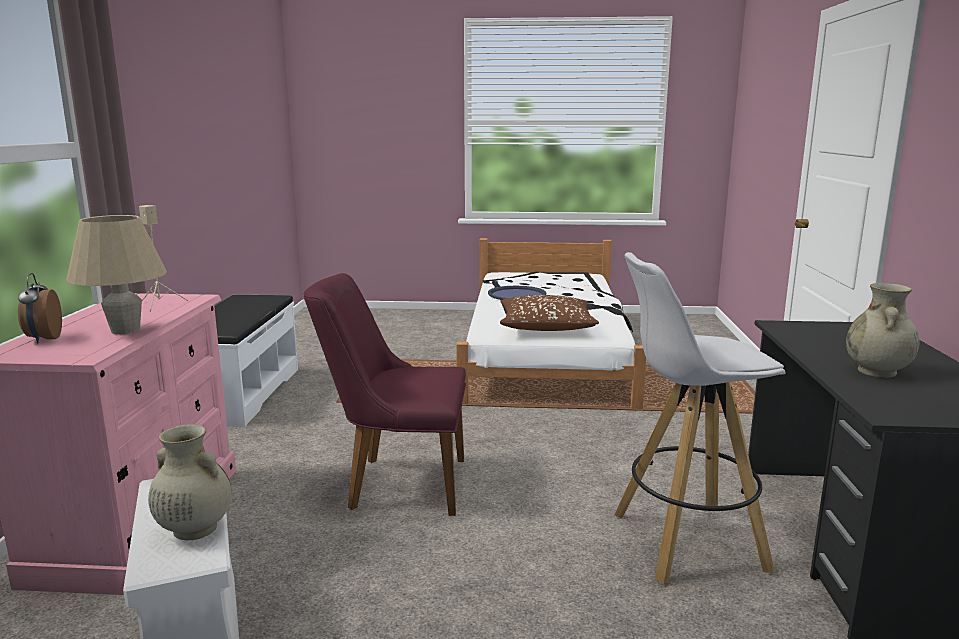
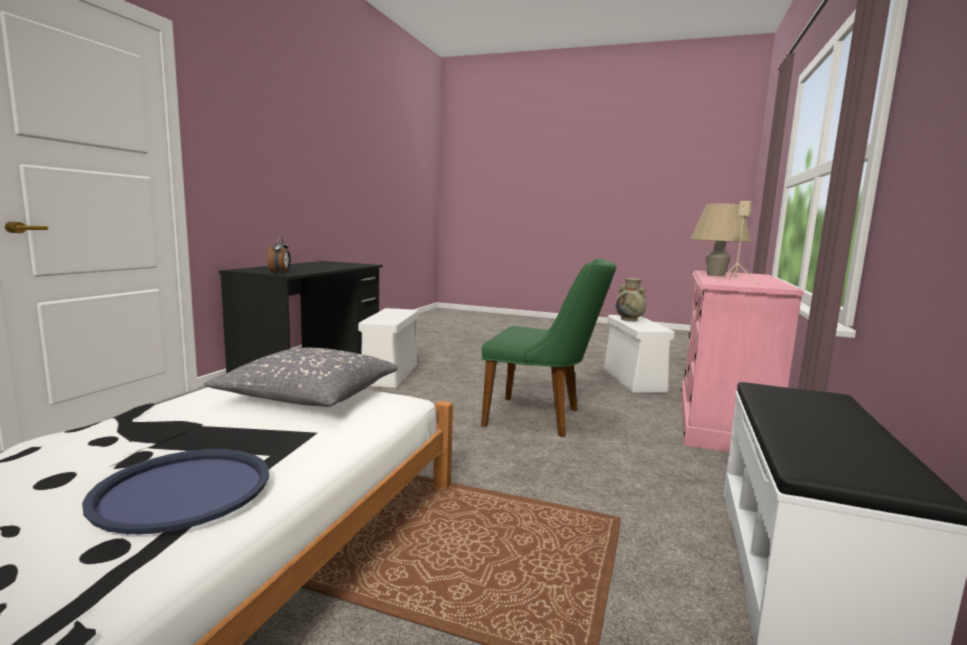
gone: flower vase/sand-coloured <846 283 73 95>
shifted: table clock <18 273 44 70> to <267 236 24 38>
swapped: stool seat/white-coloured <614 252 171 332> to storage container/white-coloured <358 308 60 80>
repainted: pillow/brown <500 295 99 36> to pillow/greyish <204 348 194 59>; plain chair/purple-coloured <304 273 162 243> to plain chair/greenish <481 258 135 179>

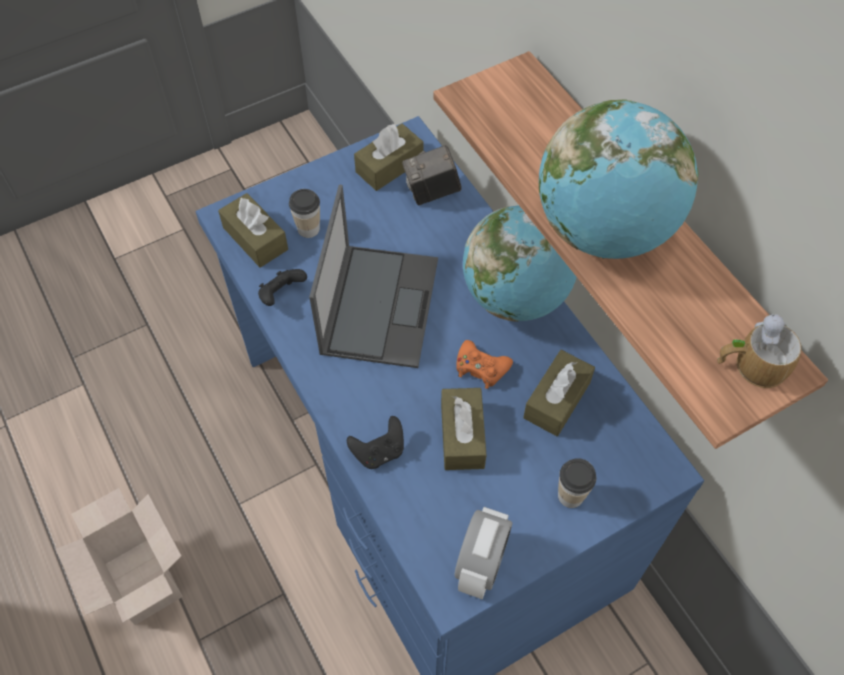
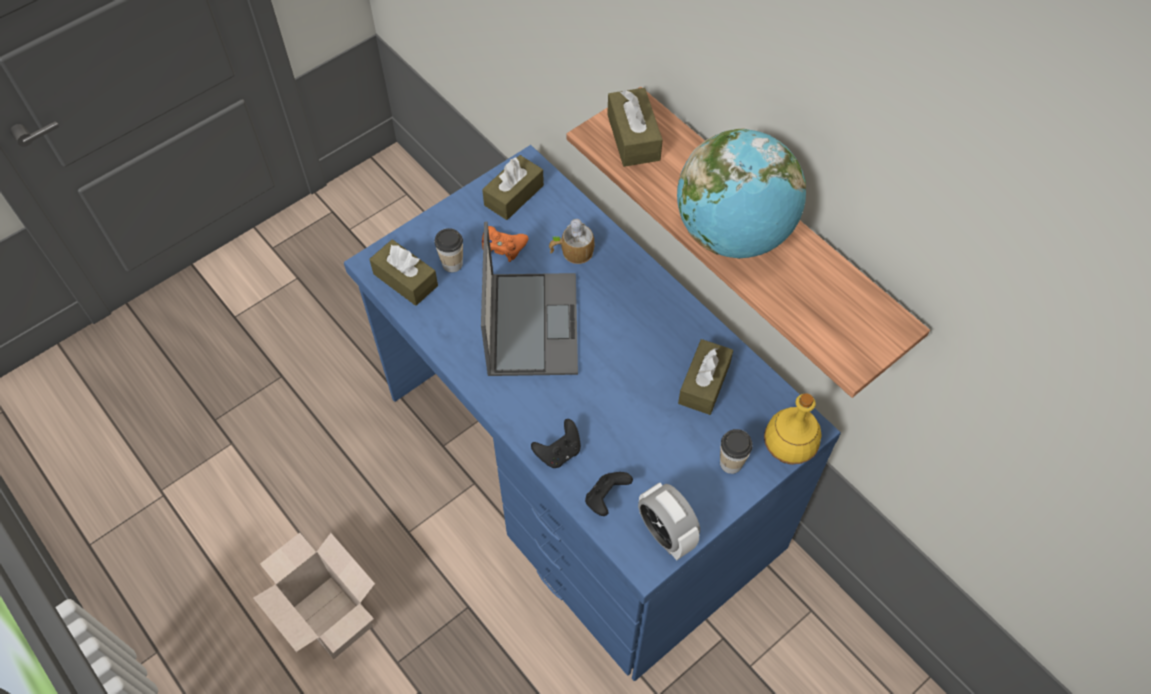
gone: still camera <402 145 60 60>; globe <463 206 114 116>
new: drink bottle/yellow-coloured <764 393 57 71>
shifted: joypad/orange-coloured <456 340 57 49> to <482 226 46 36>; tea mug <717 314 84 74> to <549 219 46 45>; joypad/black-coloured <258 269 49 37> to <585 472 48 44>; box of tissues/brown <441 388 45 82> to <607 88 56 79>
rotated: table clock <455 507 57 93> = <638 483 62 77> 135 degrees clockwise

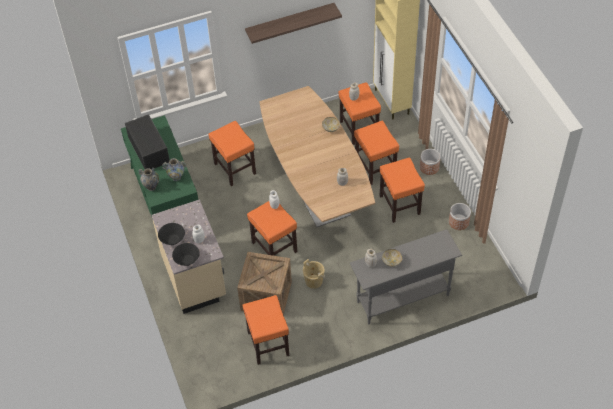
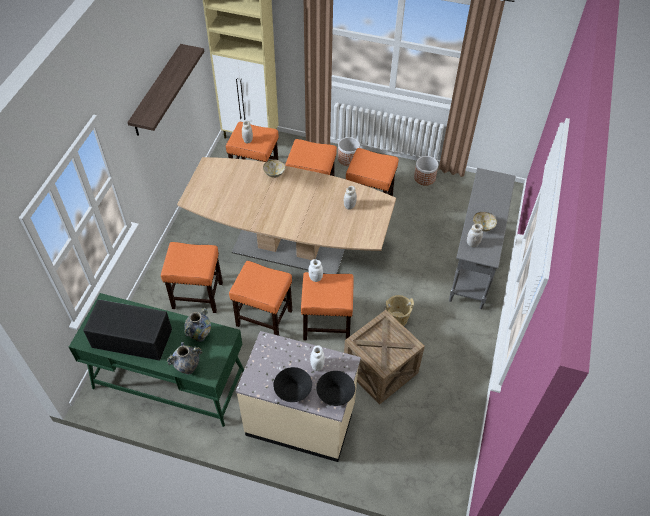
shifted: stool seat/orange-coloured <242 295 47 70> to <229 261 63 75>

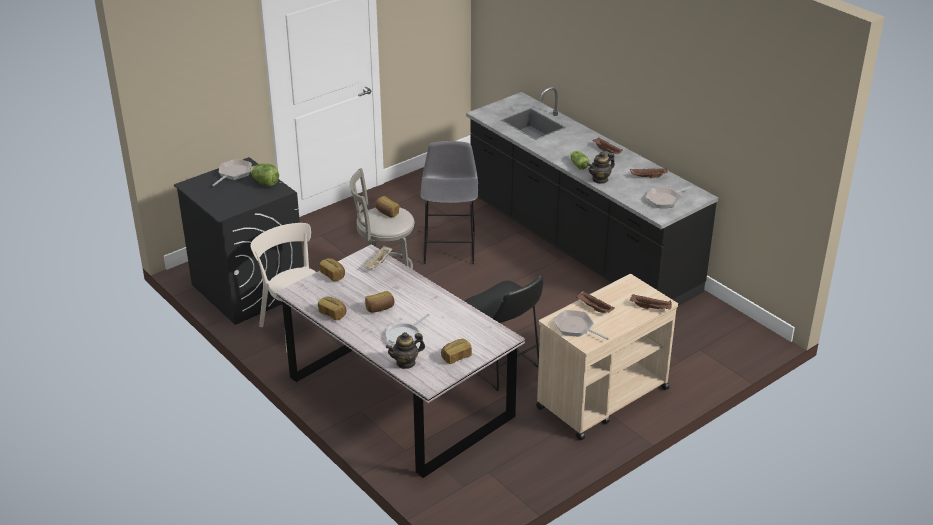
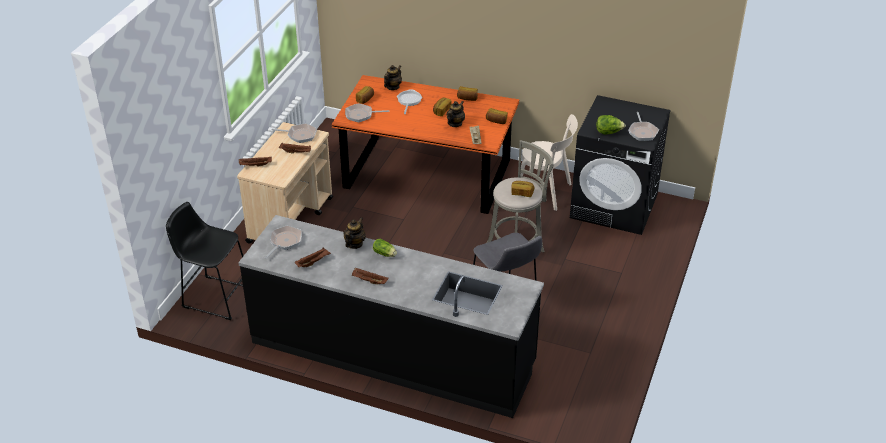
new: frying pan <345 103 44 19>; teapot <446 101 19 26>
shifted: stool seat/black-coloured <465 276 79 115> to <166 202 77 118>
repainted: dining table/greyish <276 244 249 234> to dining table/orange-coloured <332 75 187 139>

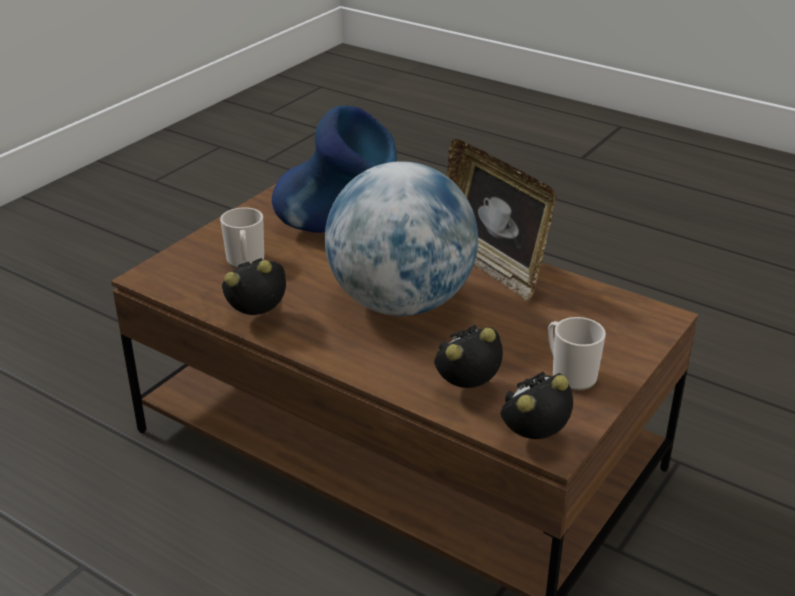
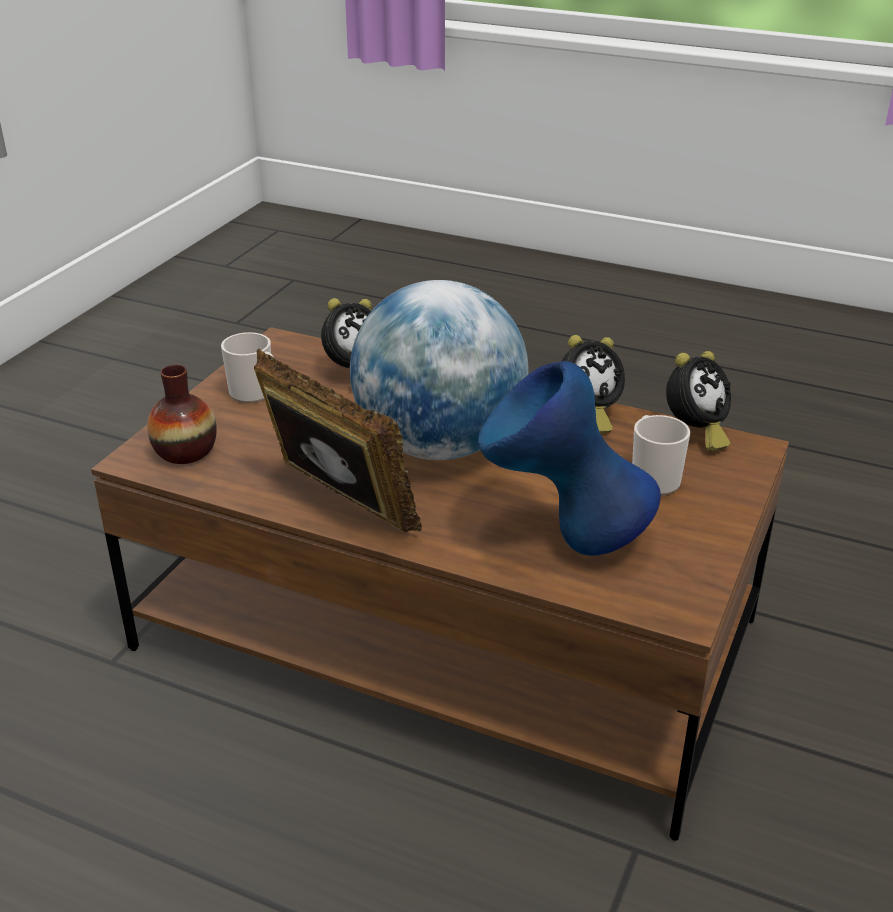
new: flower vase <147 364 70 100>
shifted: table clock <500 371 73 68> to <666 351 65 100>

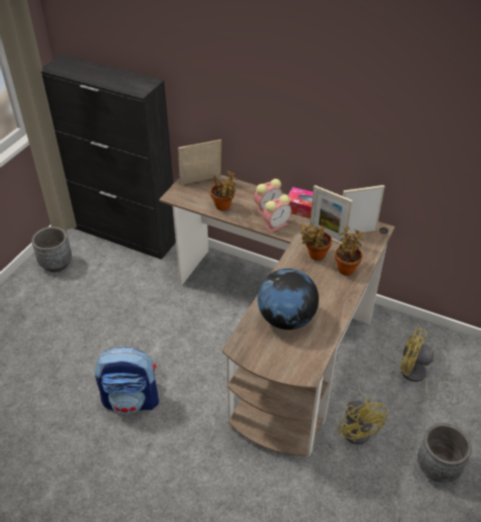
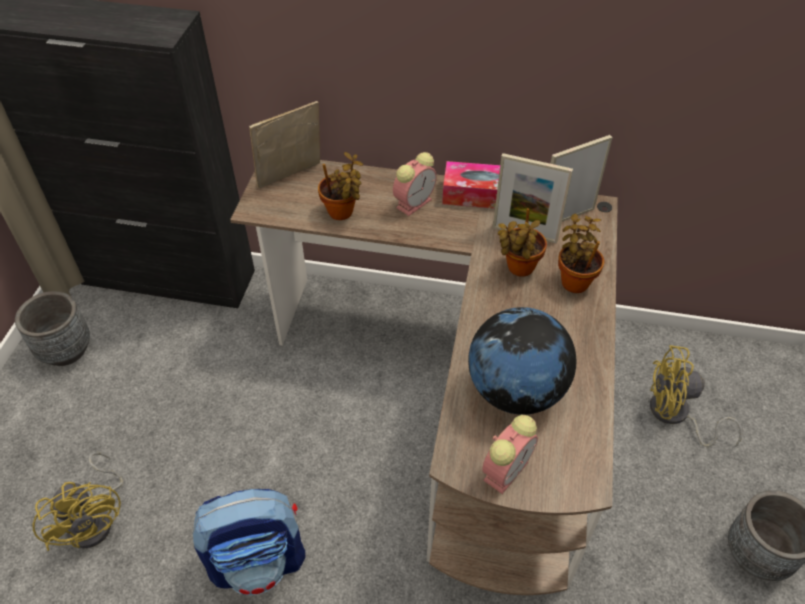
shifted: fan/yellow-coloured <338 385 50 59> to <32 452 92 99>; table clock <263 195 28 37> to <482 415 56 79>

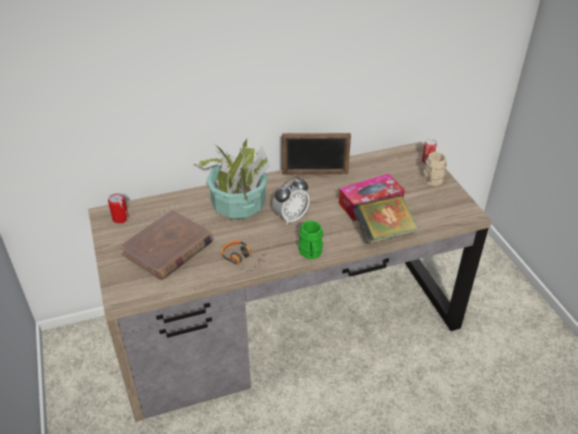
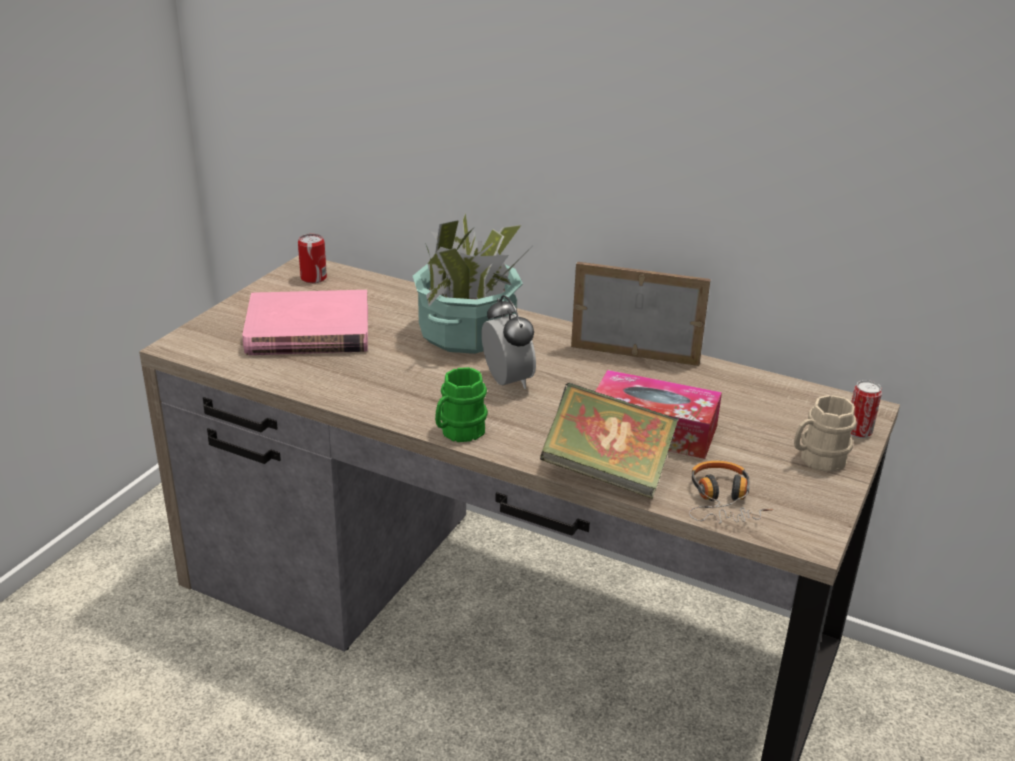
shifted: headset <221 241 46 36> to <689 461 84 62>
repainted: book/brown <120 210 94 70> to book/pink-coloured <242 290 126 65>
rotated: table clock <272 177 38 48> = <481 295 55 94> 120 degrees counterclockwise; standing frame <282 133 69 42> = <571 262 140 104> 150 degrees clockwise

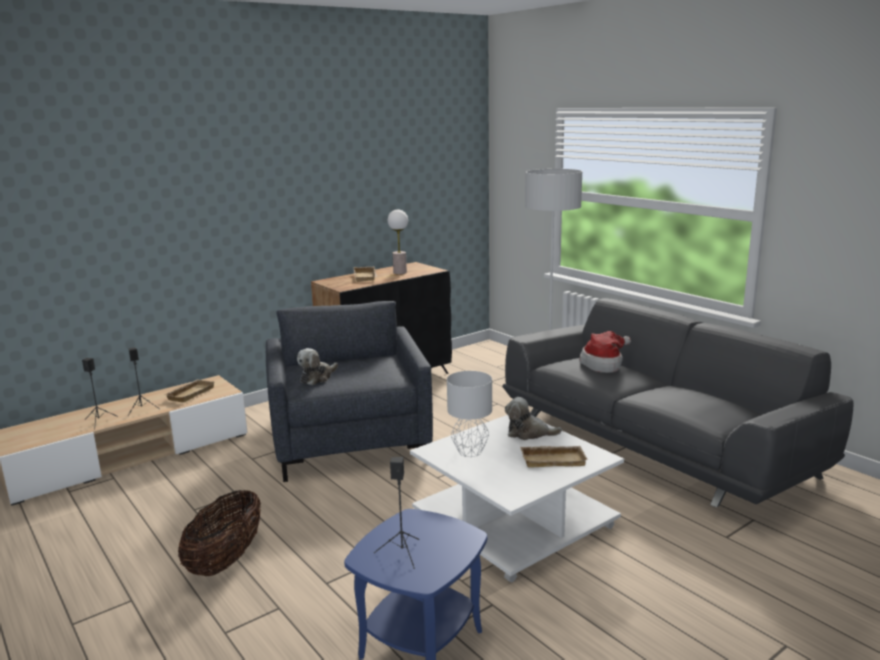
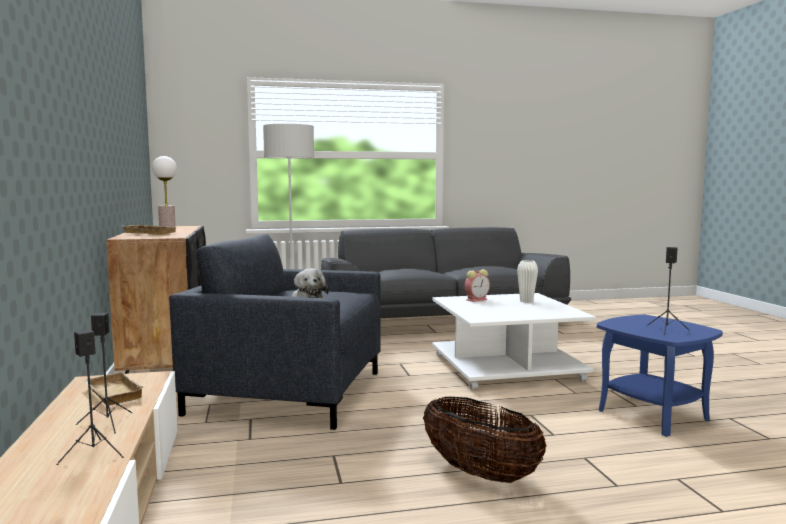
gone: lamp for a table/greyish <447 371 45 86>; clothing hat <579 331 52 42>
swapped: plush toy <505 397 57 43> to table clock <465 269 25 33>; tray/sand-coloured <521 446 67 22> to flower vase/white-coloured <517 260 21 43>

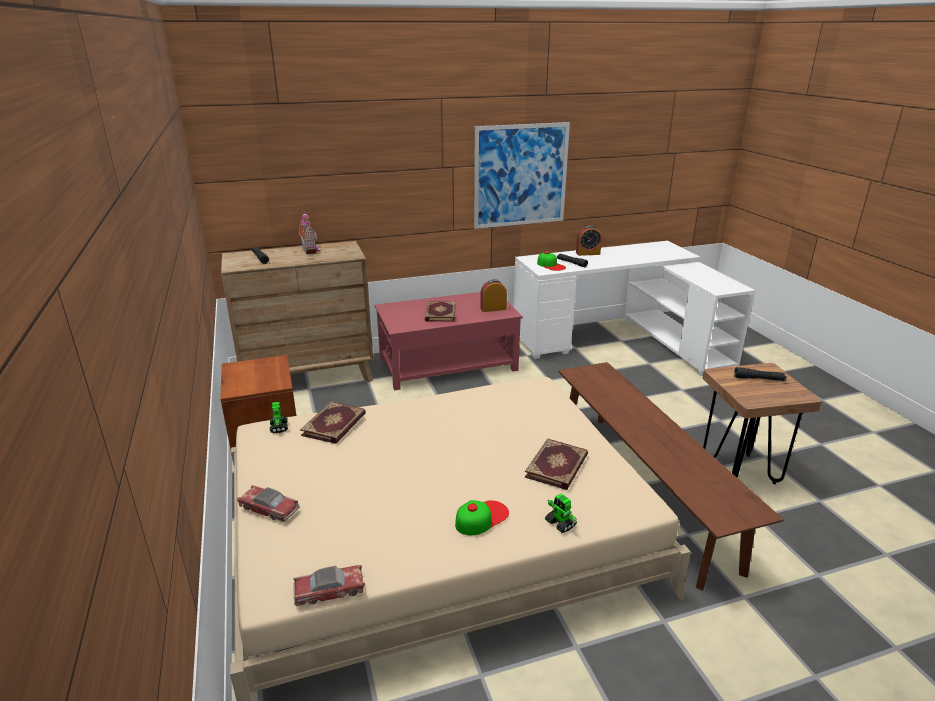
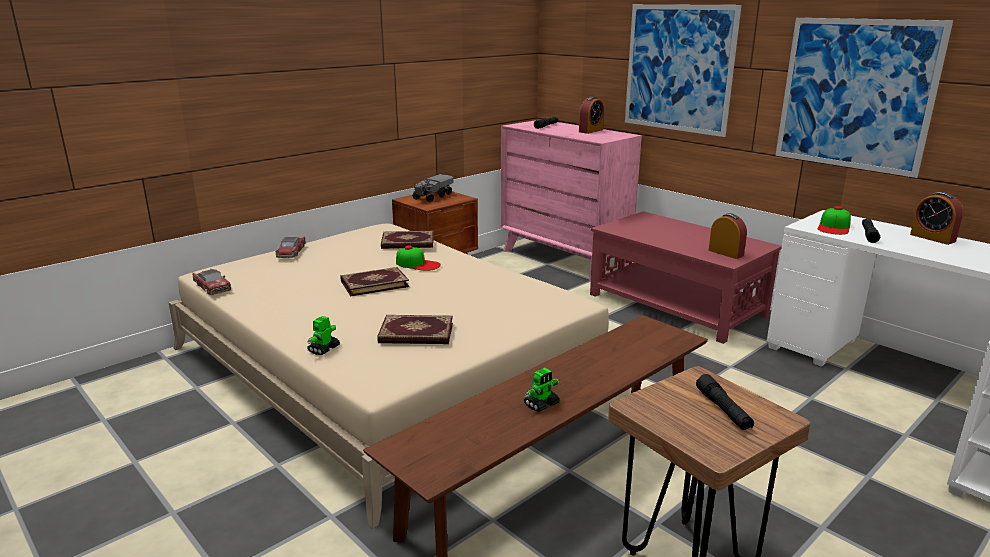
new: toy lorry <413 174 41 28>; wall art <625 4 116 133>
shifted: book <425 301 31 21> to <340 267 69 29>; cap <455 500 54 35> to <396 245 45 26>; model robot <270 402 18 31> to <524 368 36 44>
swapped: miniature house <299 211 21 43> to table clock <579 97 25 37>
repainted: chest of drawers/brown <221 241 153 141> to chest of drawers/pink-coloured <501 120 141 162>

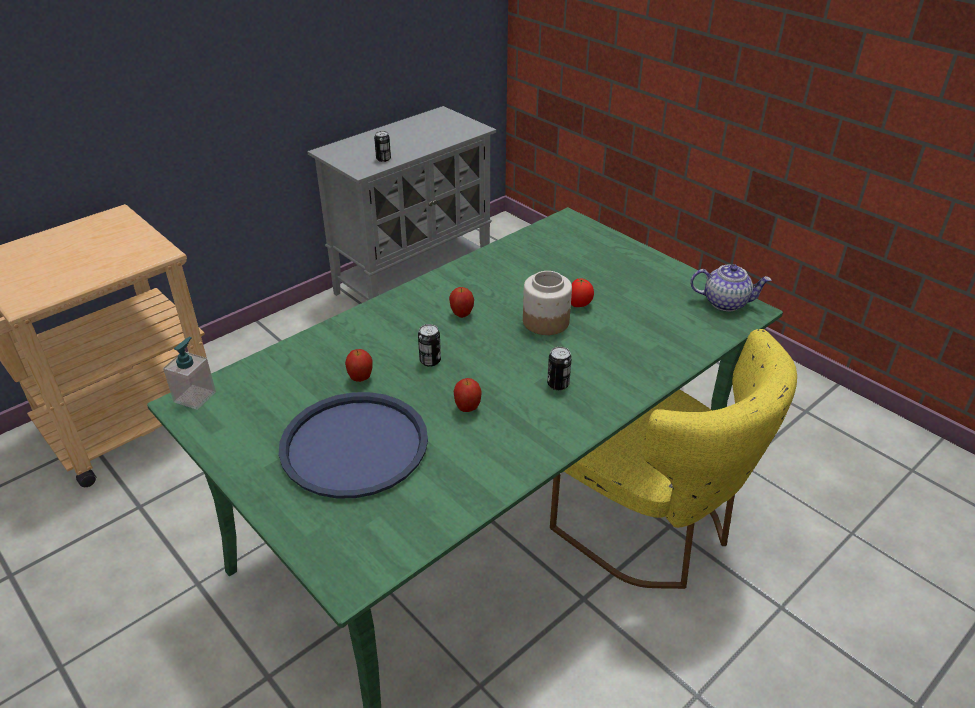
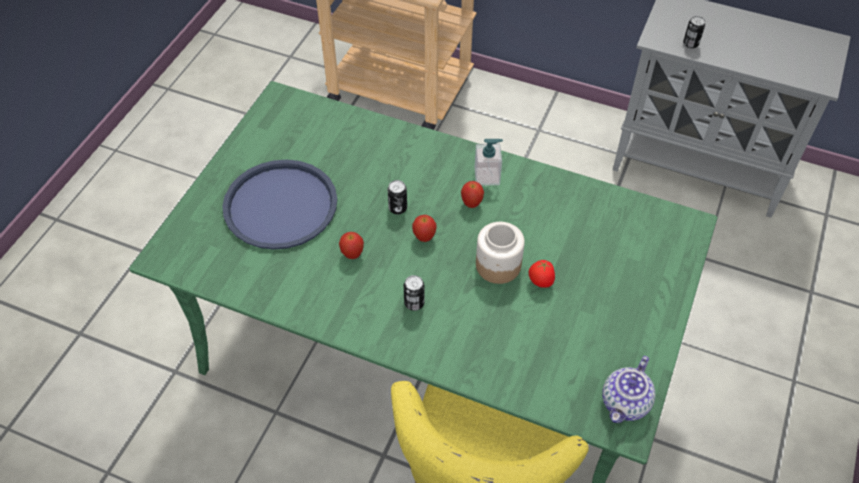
shifted: apple <345 349 28 33> to <412 215 24 27>; soap dispenser <163 337 53 73> to <475 139 28 47>
rotated: teapot <690 264 82 47> = <602 356 53 67> 45 degrees clockwise

